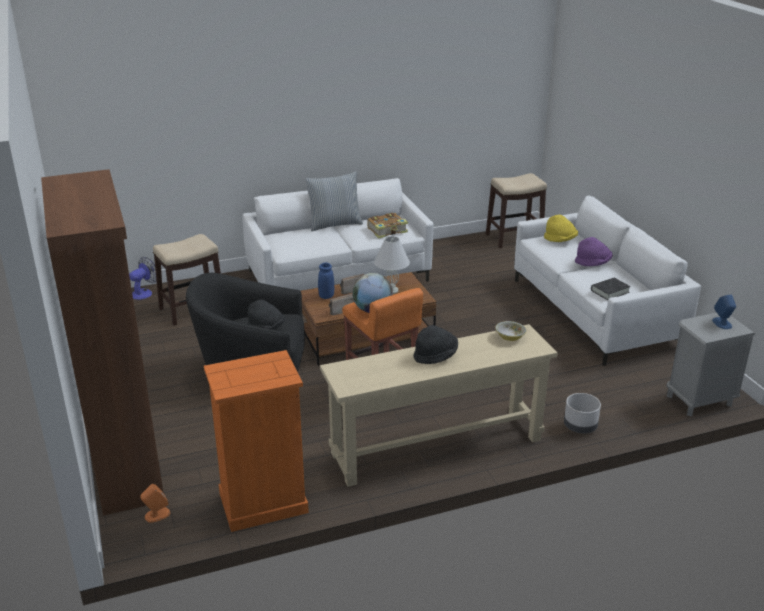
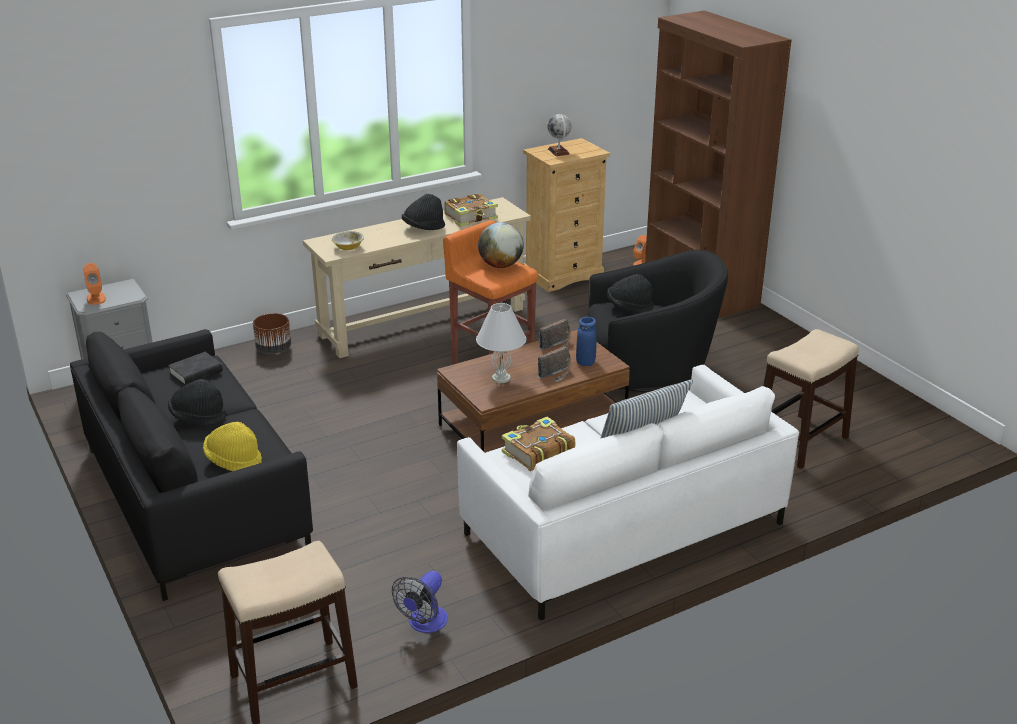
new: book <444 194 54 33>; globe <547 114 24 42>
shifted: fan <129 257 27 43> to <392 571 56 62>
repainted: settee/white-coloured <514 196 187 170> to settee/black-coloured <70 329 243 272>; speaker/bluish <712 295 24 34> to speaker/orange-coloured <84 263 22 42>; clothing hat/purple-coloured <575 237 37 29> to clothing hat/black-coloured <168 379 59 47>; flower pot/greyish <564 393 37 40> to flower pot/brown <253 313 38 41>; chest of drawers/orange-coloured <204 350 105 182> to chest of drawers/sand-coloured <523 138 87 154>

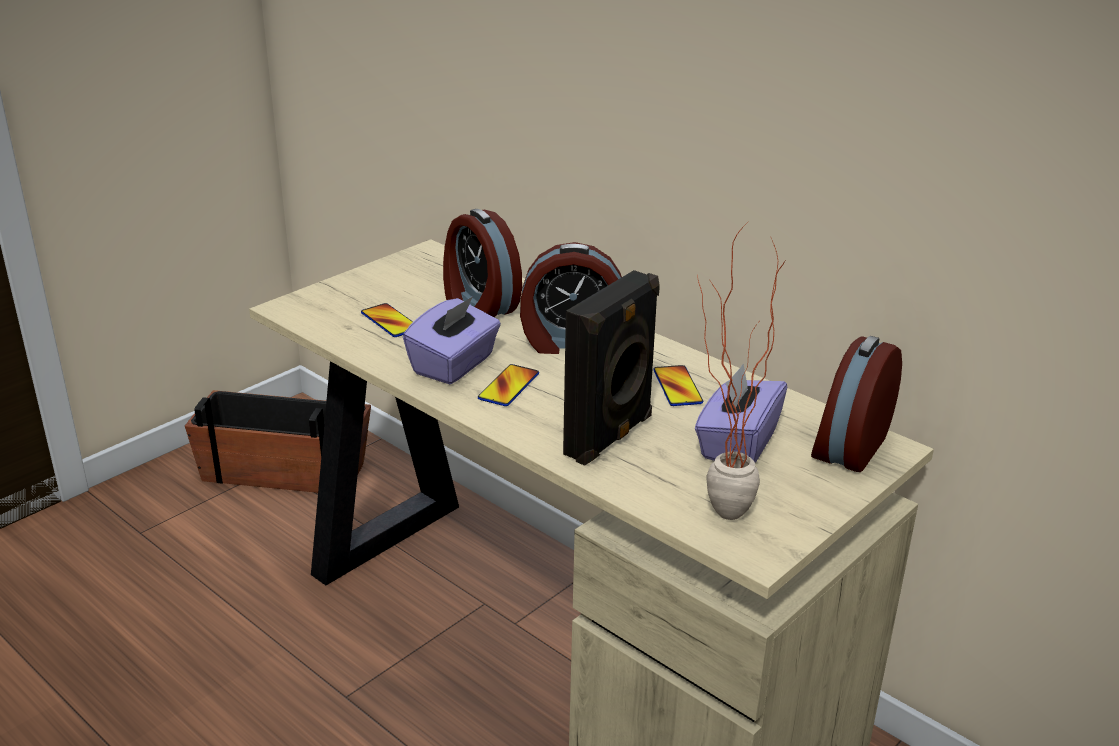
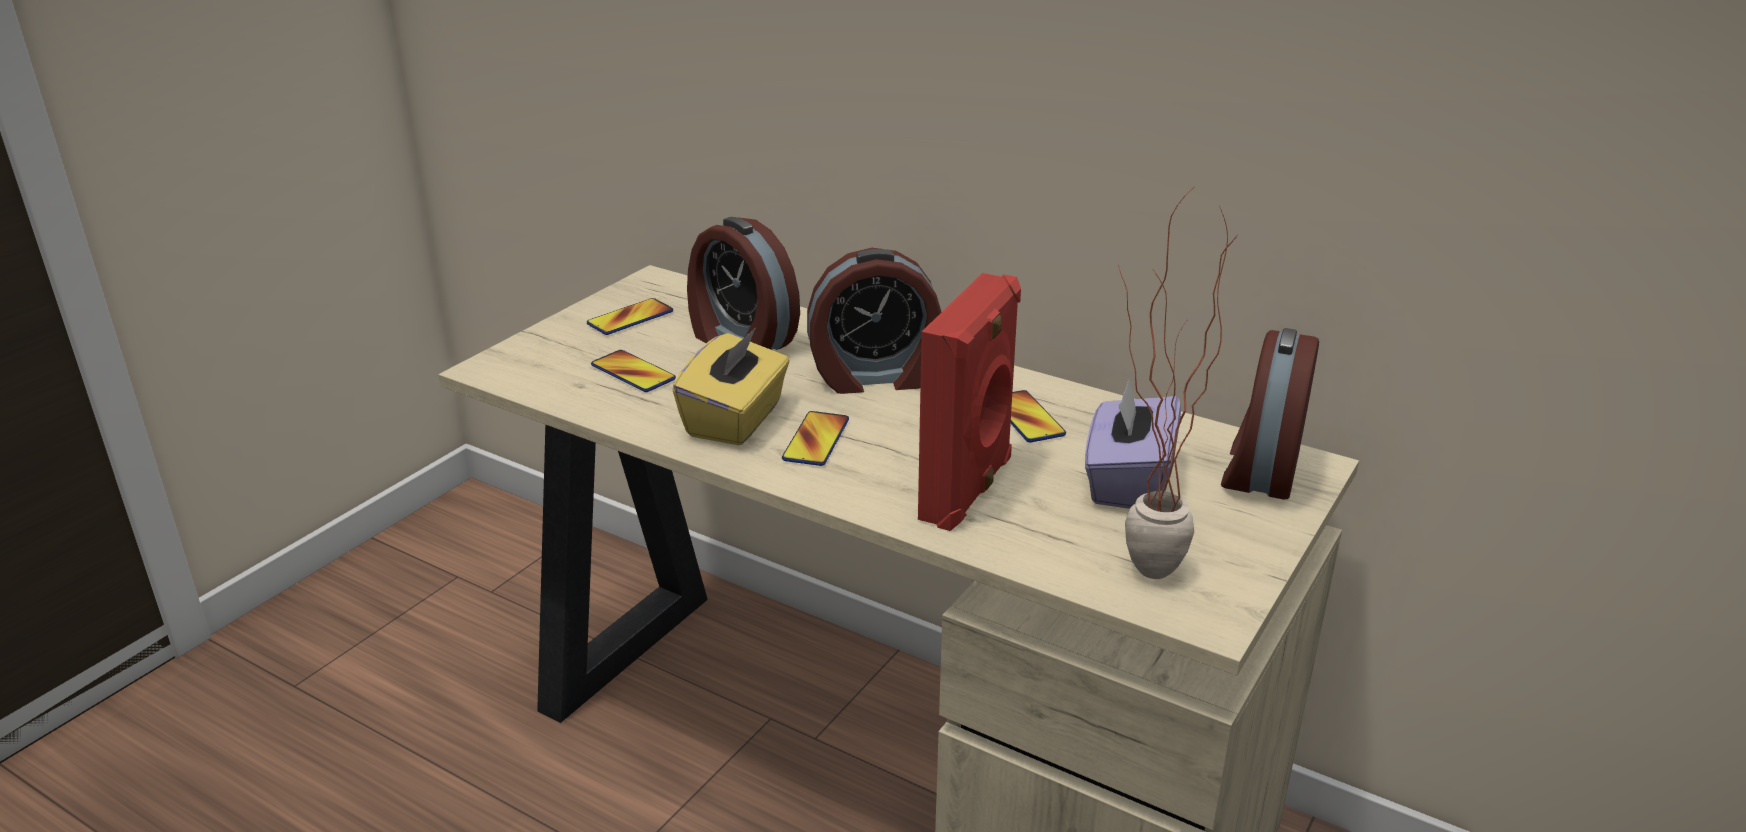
gone: flower pot <185 390 186 103>
new: handset <587 298 86 37>
repainted: box of tissues/purple-coloured <403 296 98 88> to box of tissues/yellow-coloured <673 329 117 116>; speaker/black-coloured <563 270 97 196> to speaker/reddish <918 273 103 258>

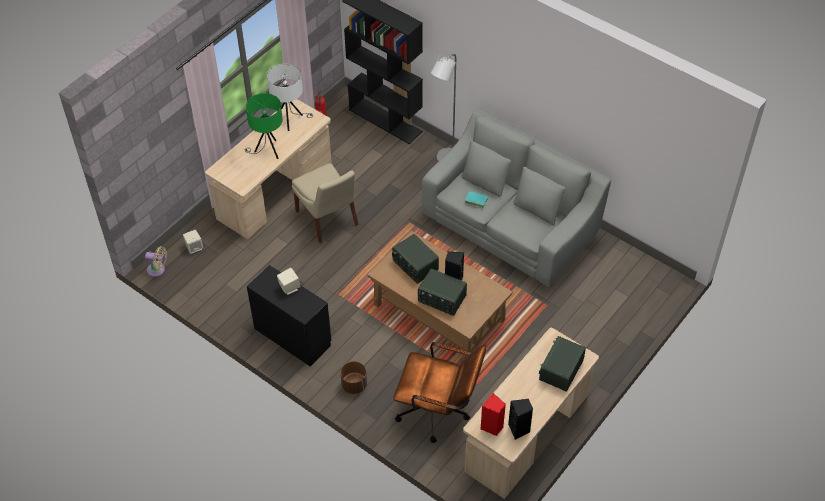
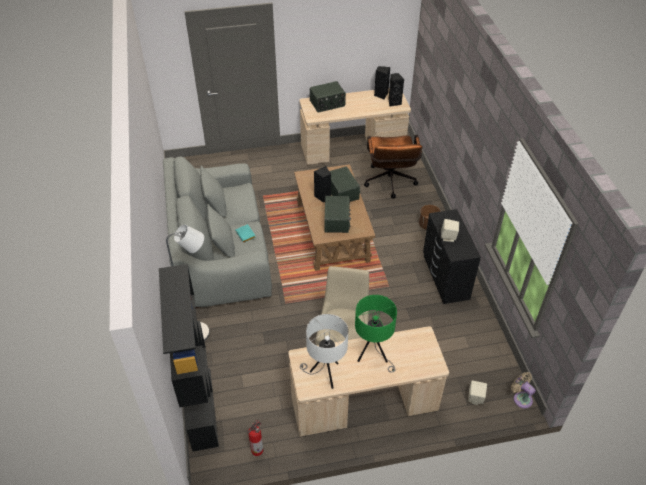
repainted: speaker/reddish <481 393 25 43> to speaker/black-coloured <388 73 16 33>
rotated: office chair/brown <393 342 93 101> = <364 135 58 64> 150 degrees counterclockwise

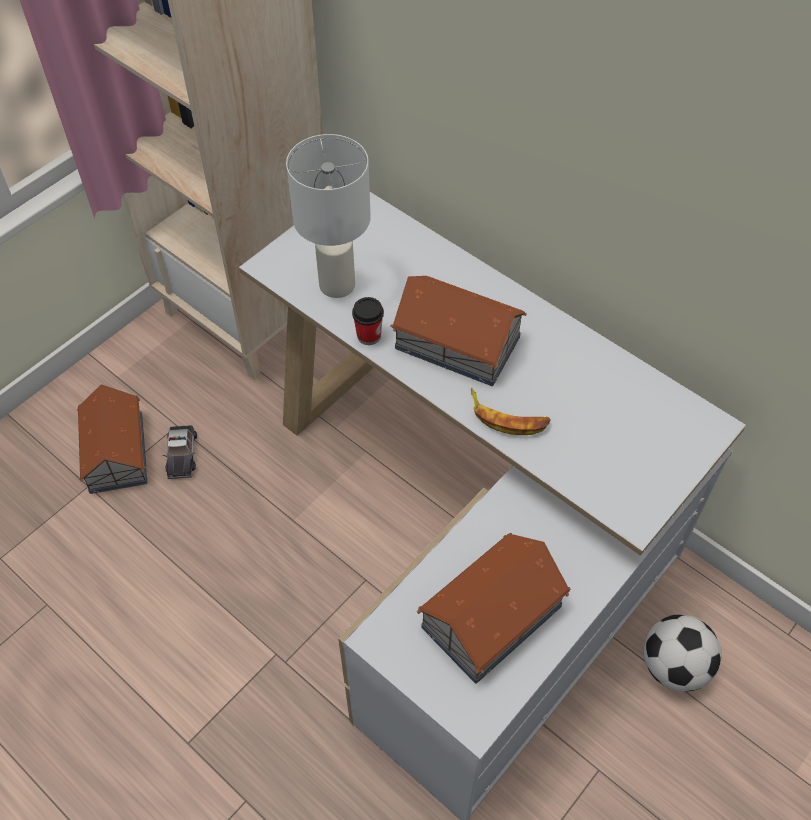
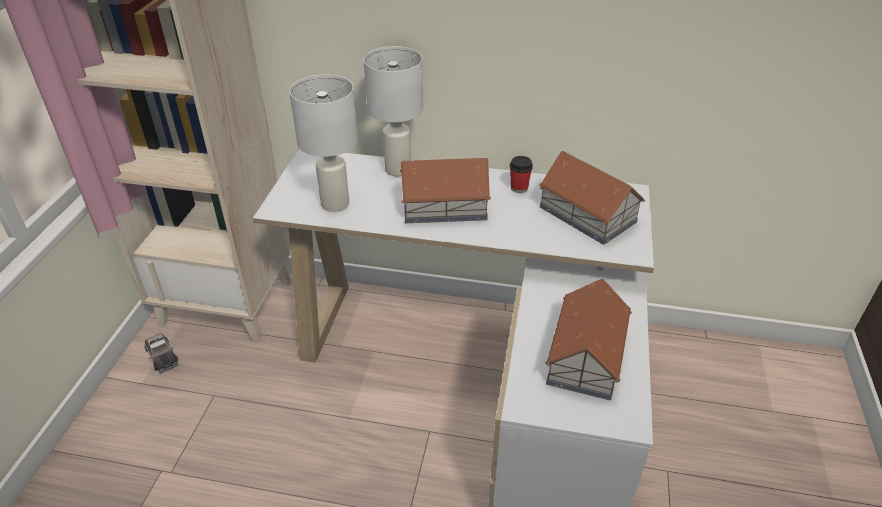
gone: whole banana <471 388 80 47>; ball for football <643 615 79 77>
new: lamp for a table/white-coloured <364 46 59 130>
shifted: miniature car <163 425 34 54> to <144 333 35 41>; cup <352 297 32 48> to <510 156 23 37>; miniature house <77 384 70 110> to <539 151 106 94>

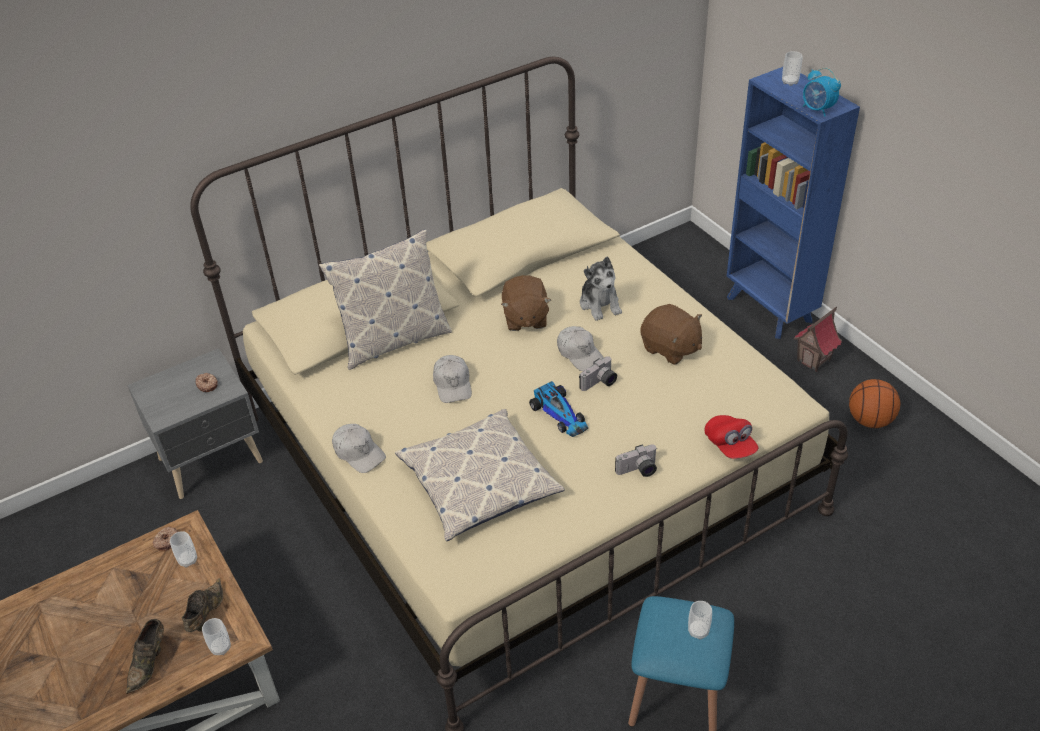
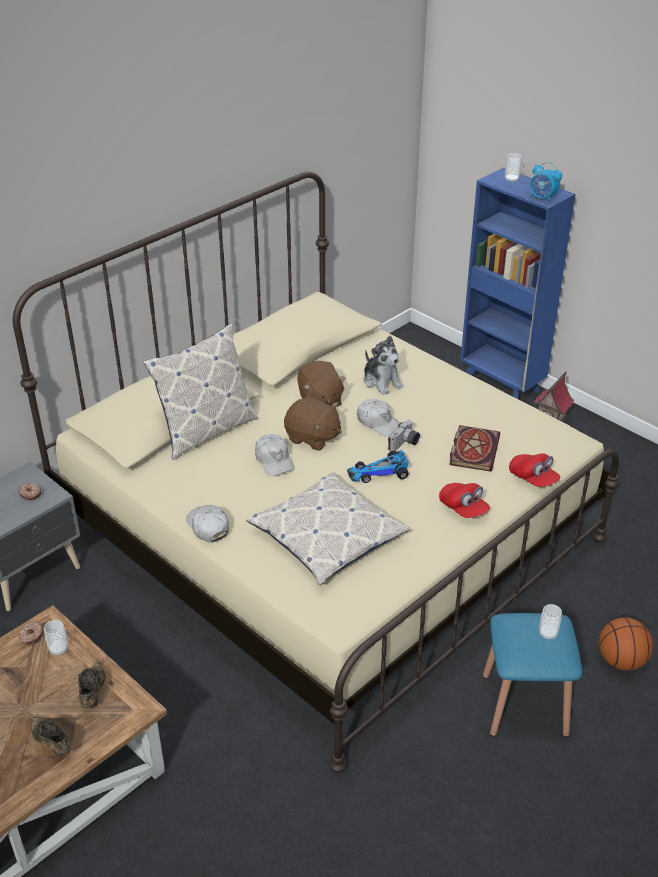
gone: cup <202 618 29 37>
new: book <449 425 51 47>
shifted: plush toy/brown <640 304 62 61> to <284 397 58 54>; ball for basketball <849 379 51 49> to <599 617 54 53>
swapped: still camera <615 444 42 33> to cap/reddish <439 483 51 35>
rotated: low shoe/brown <126 619 38 75> = <30 714 41 42> 135 degrees clockwise; cap/white-coloured <332 424 54 49> = <186 505 43 38> 150 degrees counterclockwise; miniature car <529 381 59 56> = <347 450 62 33> 120 degrees clockwise

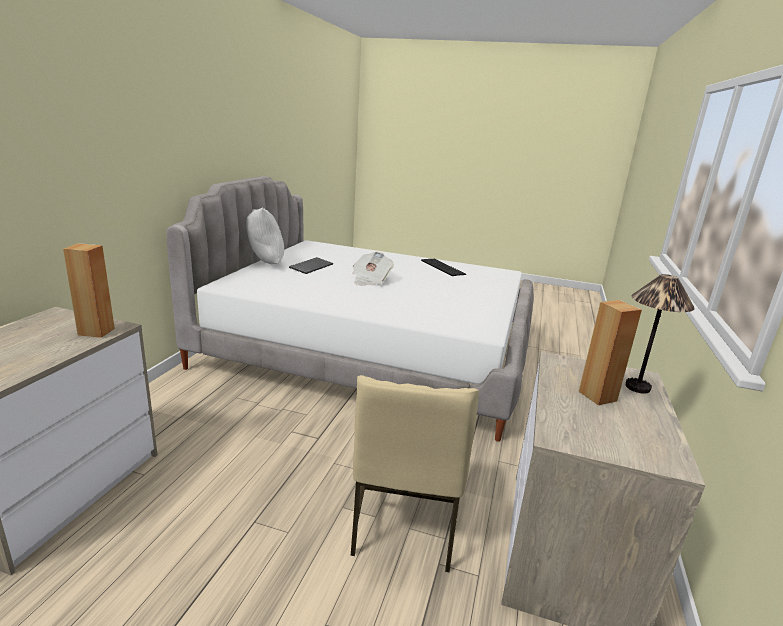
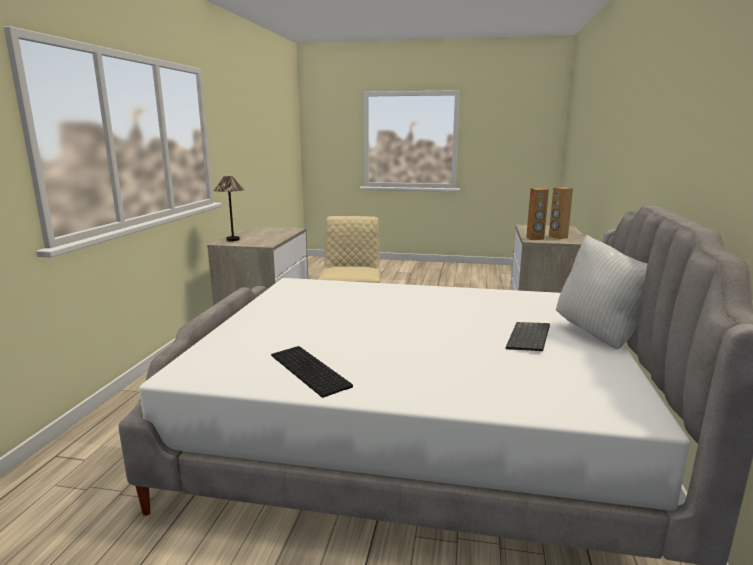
gone: newspaper <352 252 42 34>
shifted: speaker/brown <579 300 63 105> to <549 187 24 52>

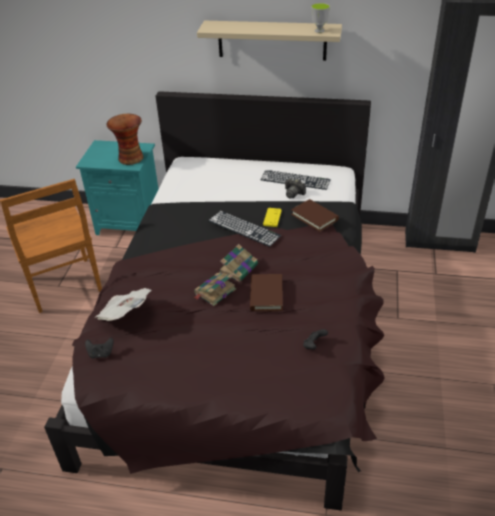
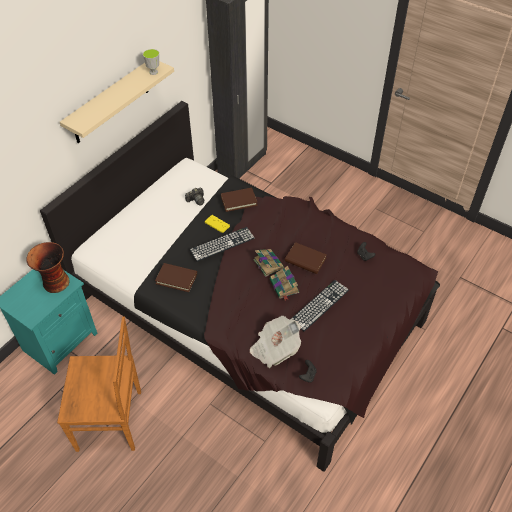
new: book/brown <155 263 42 29>
shifted: PC keyboard <260 170 71 20> to <291 280 58 51>

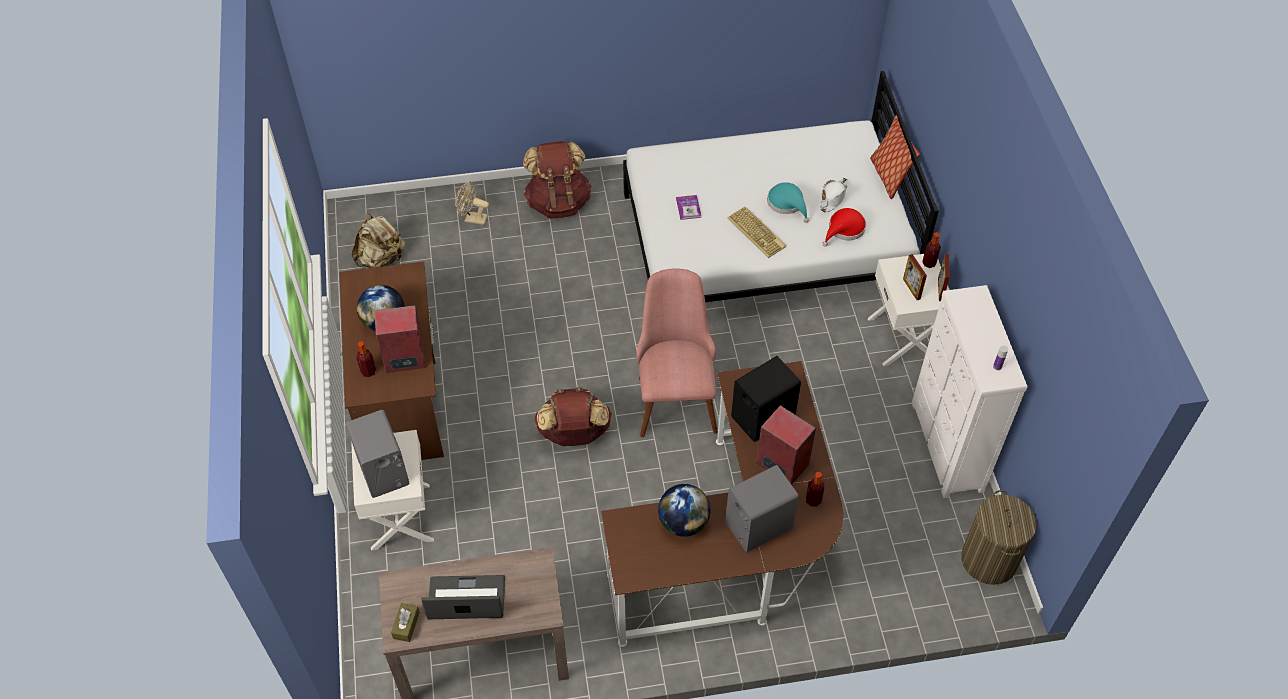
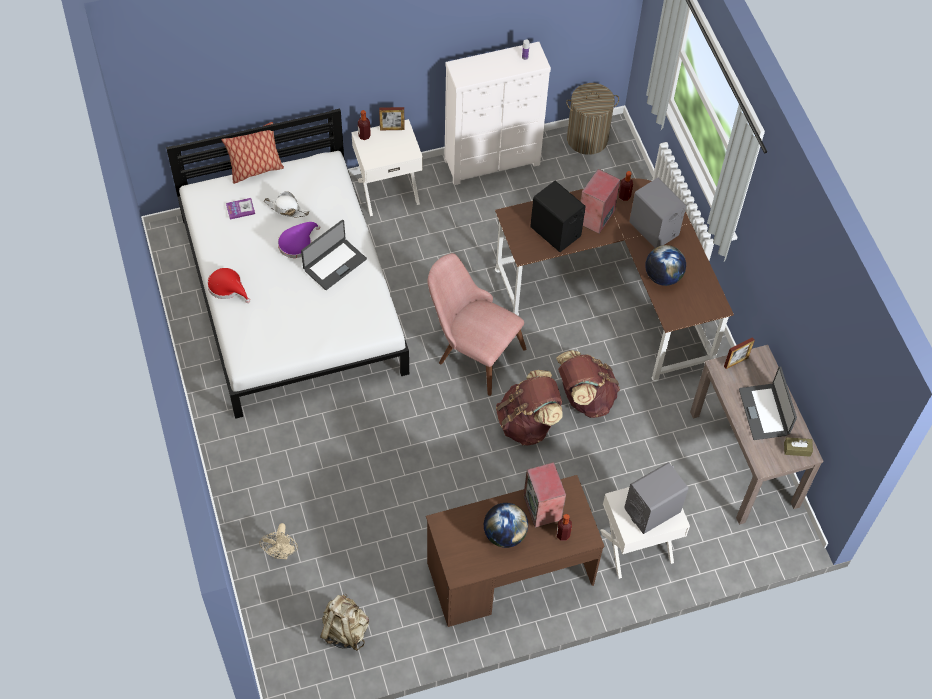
shifted: clothing hat/reddish <822 208 44 38> to <207 268 43 35>; book <676 195 26 25> to <226 198 29 22>; rucksack/brown <523 141 69 78> to <556 350 64 68>; standing frame <903 254 24 46> to <724 337 31 32>
swapped: PC keyboard <727 206 59 52> to notebook computer <301 220 66 70>
repainted: clothing hat/turquoise <767 182 42 41> to clothing hat/purple-coloured <278 222 42 36>
rotated: plain chair/pink-coloured <636 268 82 169> = <428 253 98 143> 45 degrees clockwise

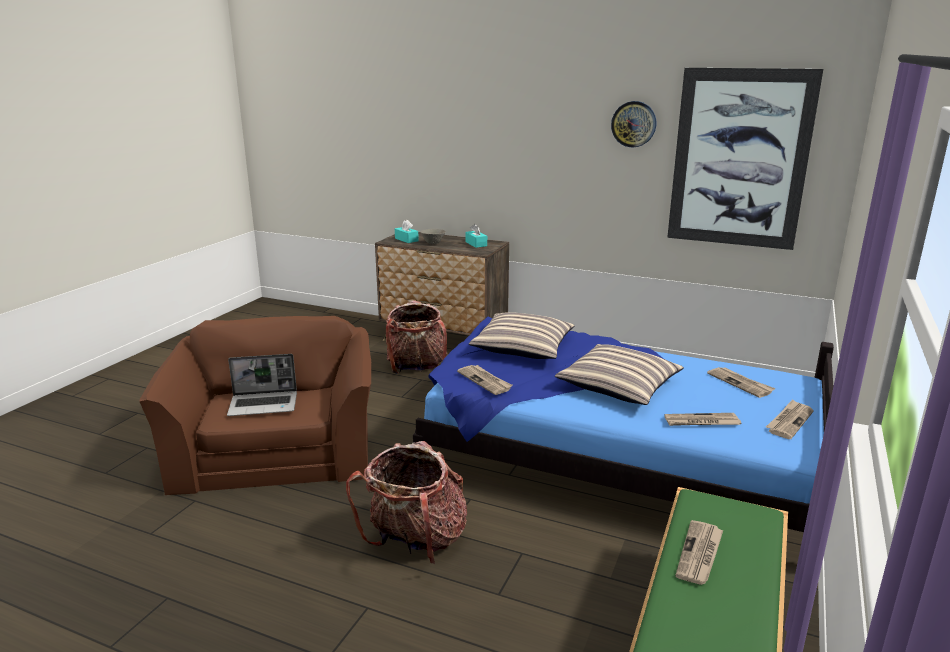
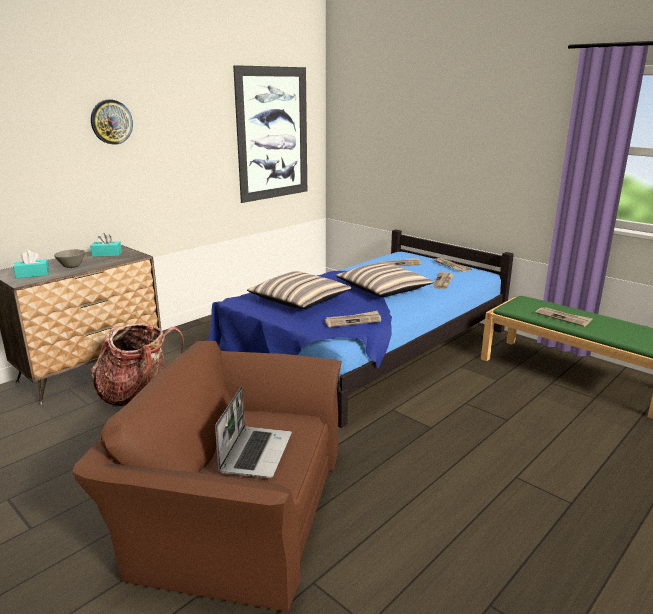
gone: rucksack <346 441 121 124>
shifted: wall clock <611 101 45 46> to <91 100 42 45>

